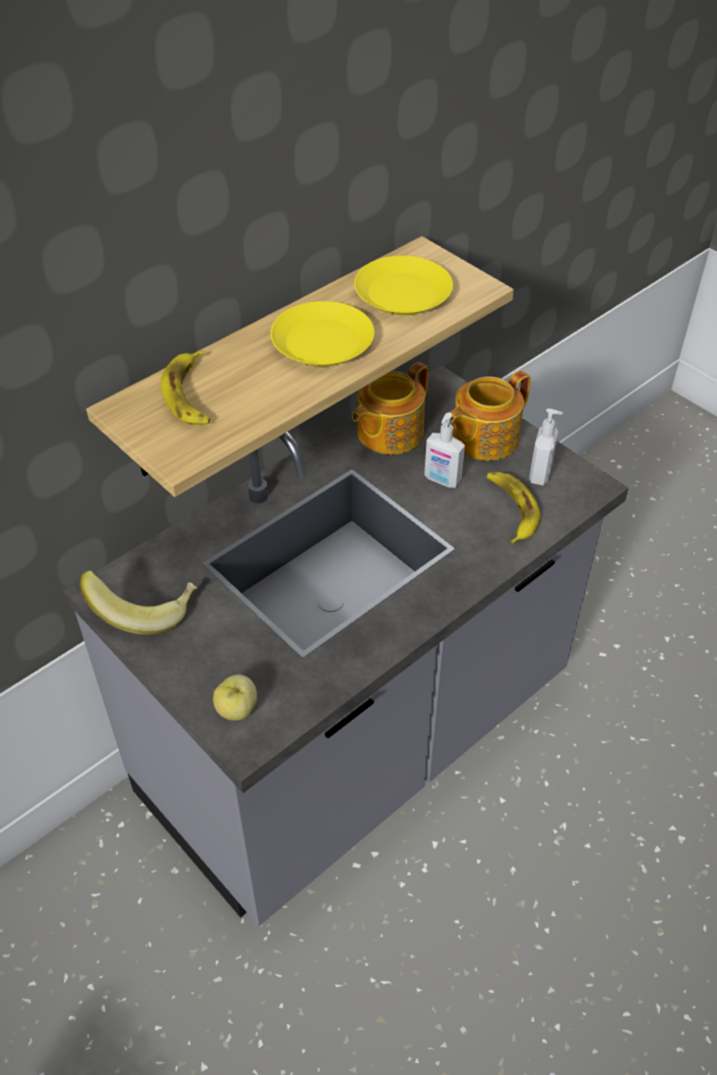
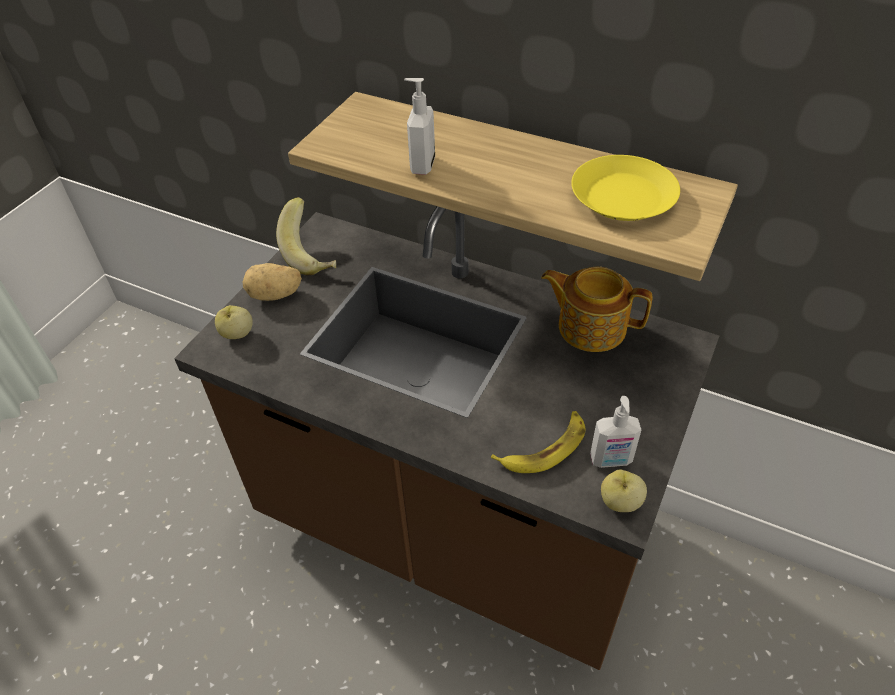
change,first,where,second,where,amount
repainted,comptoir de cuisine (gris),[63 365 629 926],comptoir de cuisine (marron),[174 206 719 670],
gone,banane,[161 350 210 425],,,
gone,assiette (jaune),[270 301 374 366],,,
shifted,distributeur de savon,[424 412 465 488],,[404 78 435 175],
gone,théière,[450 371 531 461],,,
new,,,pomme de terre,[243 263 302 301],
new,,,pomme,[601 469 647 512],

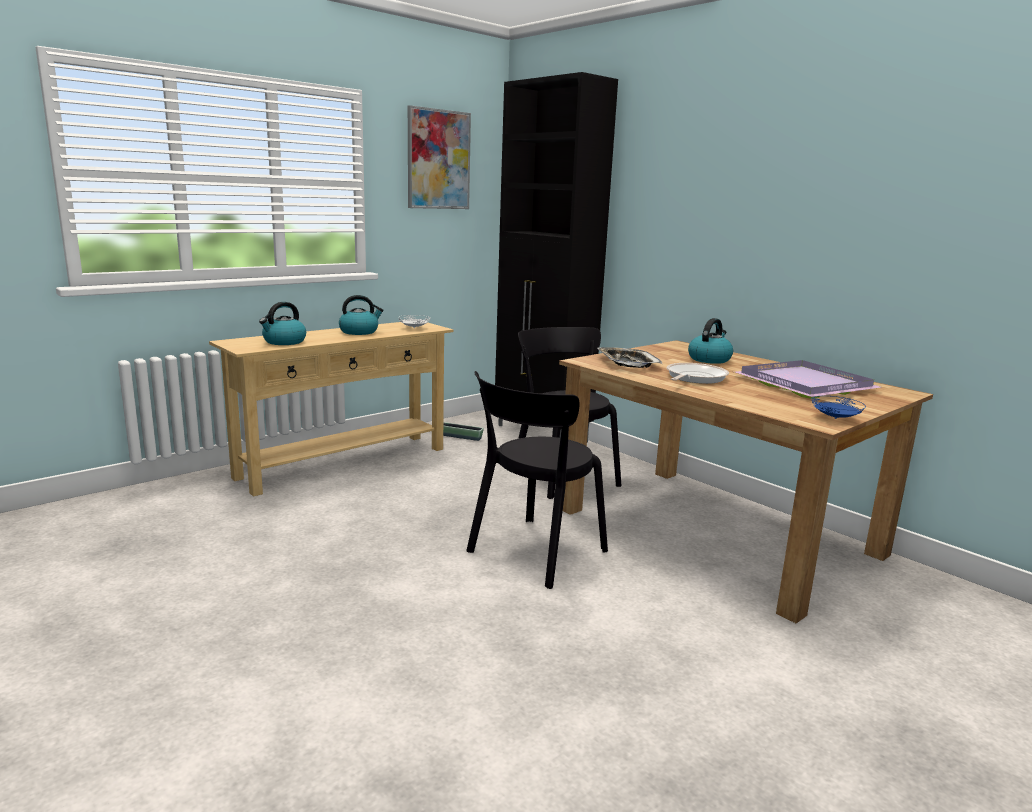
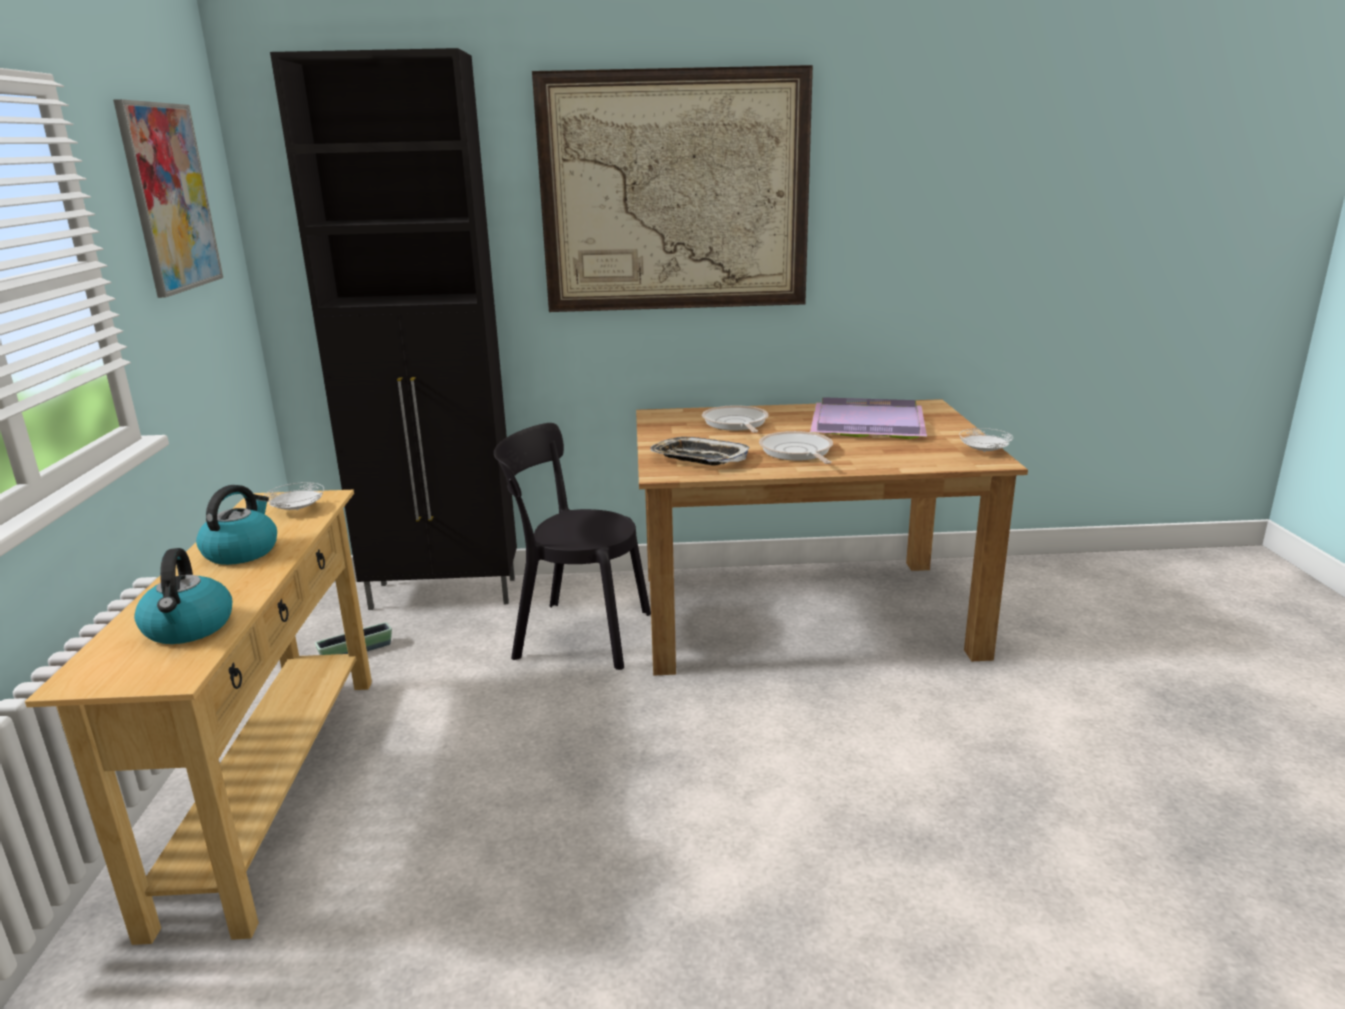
change,first,where,second,where,amount
gone,chaise (noir),[466 371 608 589],,,
swapped,bouilloire,[688 318 733 364],poêle,[702 405 768 433],
repainted,assiette (bleu),[811 396 866 419],assiette (blanc),[959 428 1013 452],
new,,,tableau,[532 65 813 312],

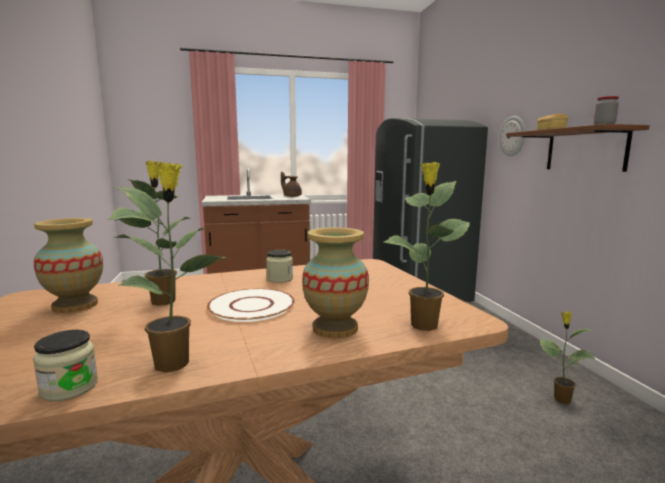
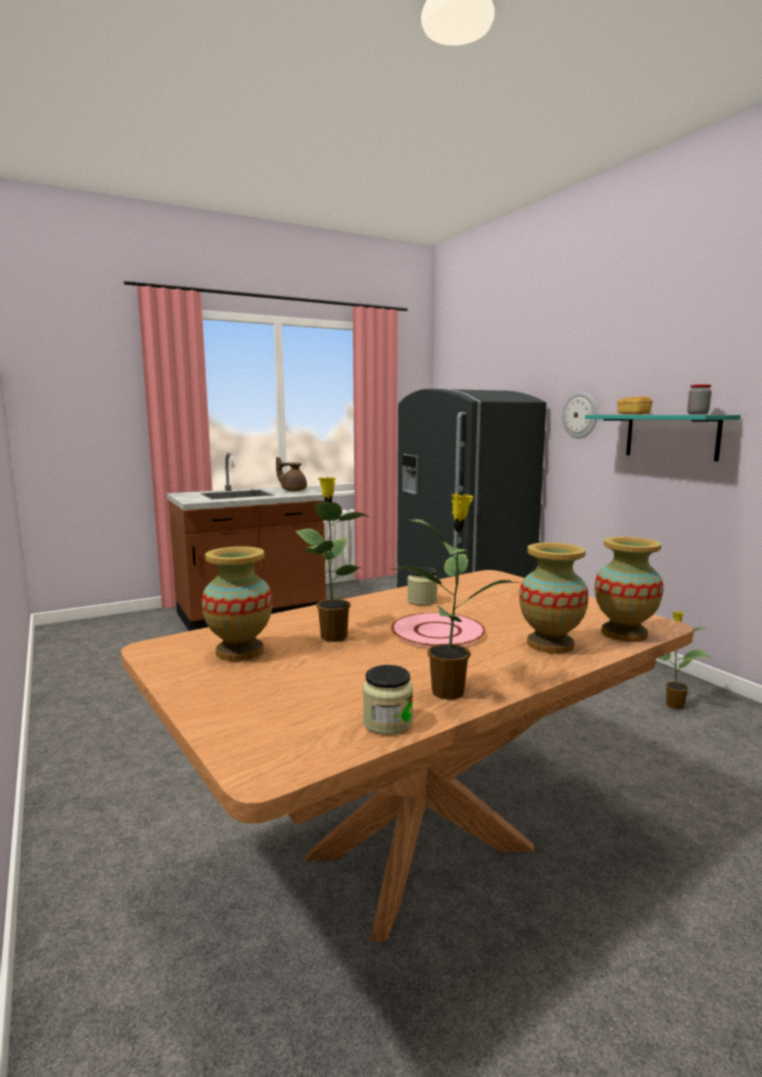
change,first,where,second,where,amount
repainted,assiette (blanc),[207 288 295 322],assiette (rose),[391 612 485 648],
swapped,plante en pot,[383 162 470 331],vase,[595 537 663 642],
repainted,étagère (marron),[506 124 650 172],étagère (turquoise),[585 415 741 462],

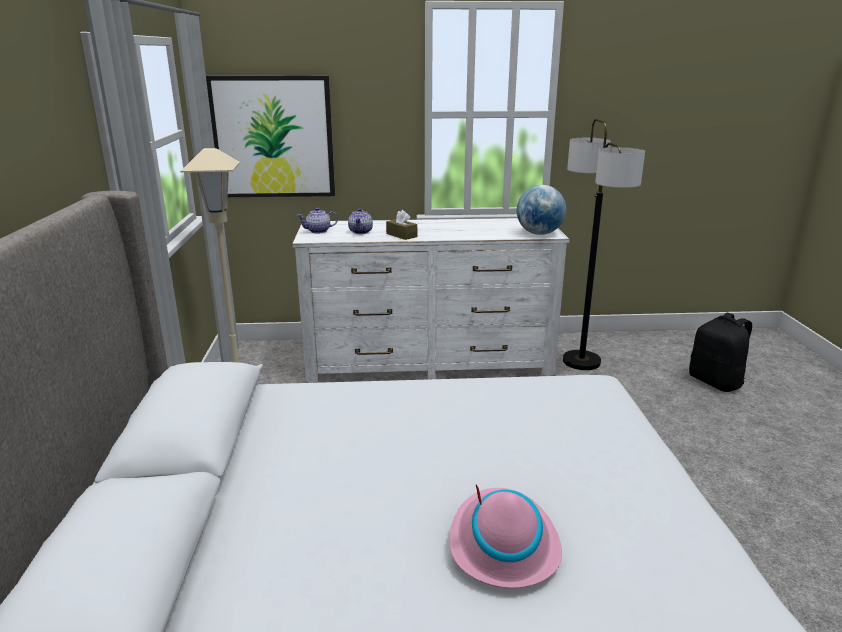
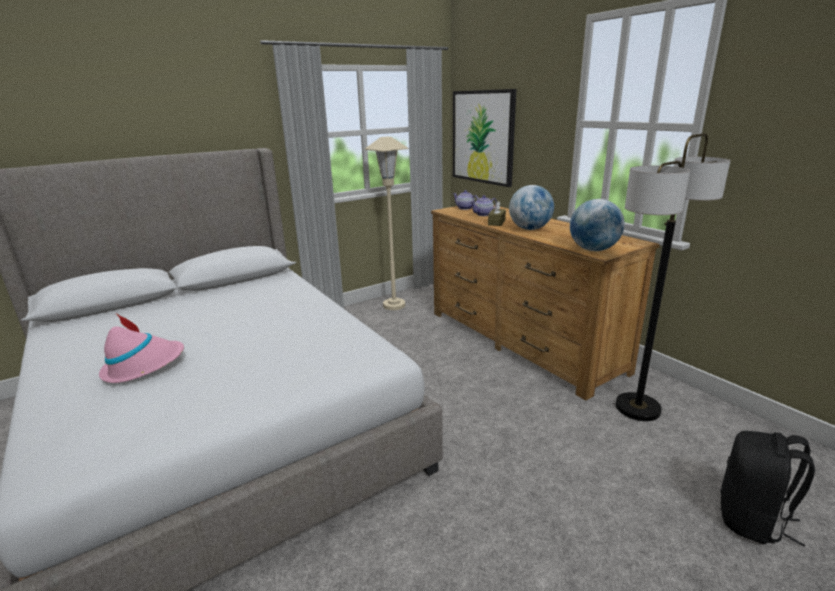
change,first,where,second,where,amount
repainted,commode (blanc),[292 218 570 383],commode (marron),[431 205 660 401],
new,,,globe,[509 185 554 230],

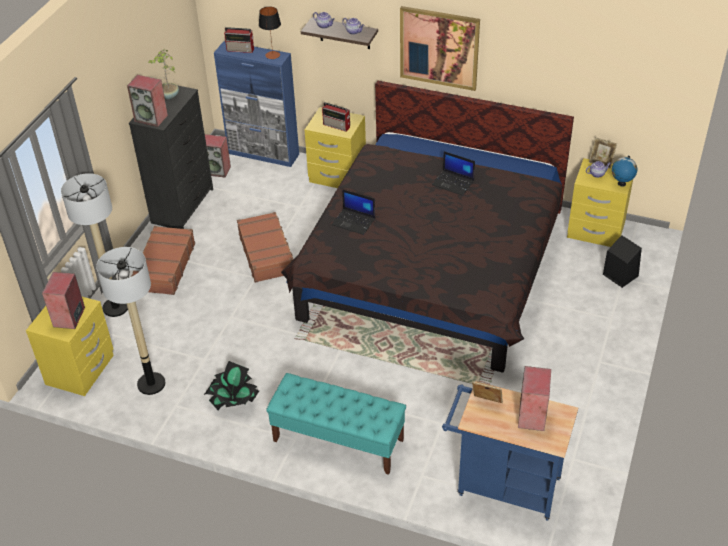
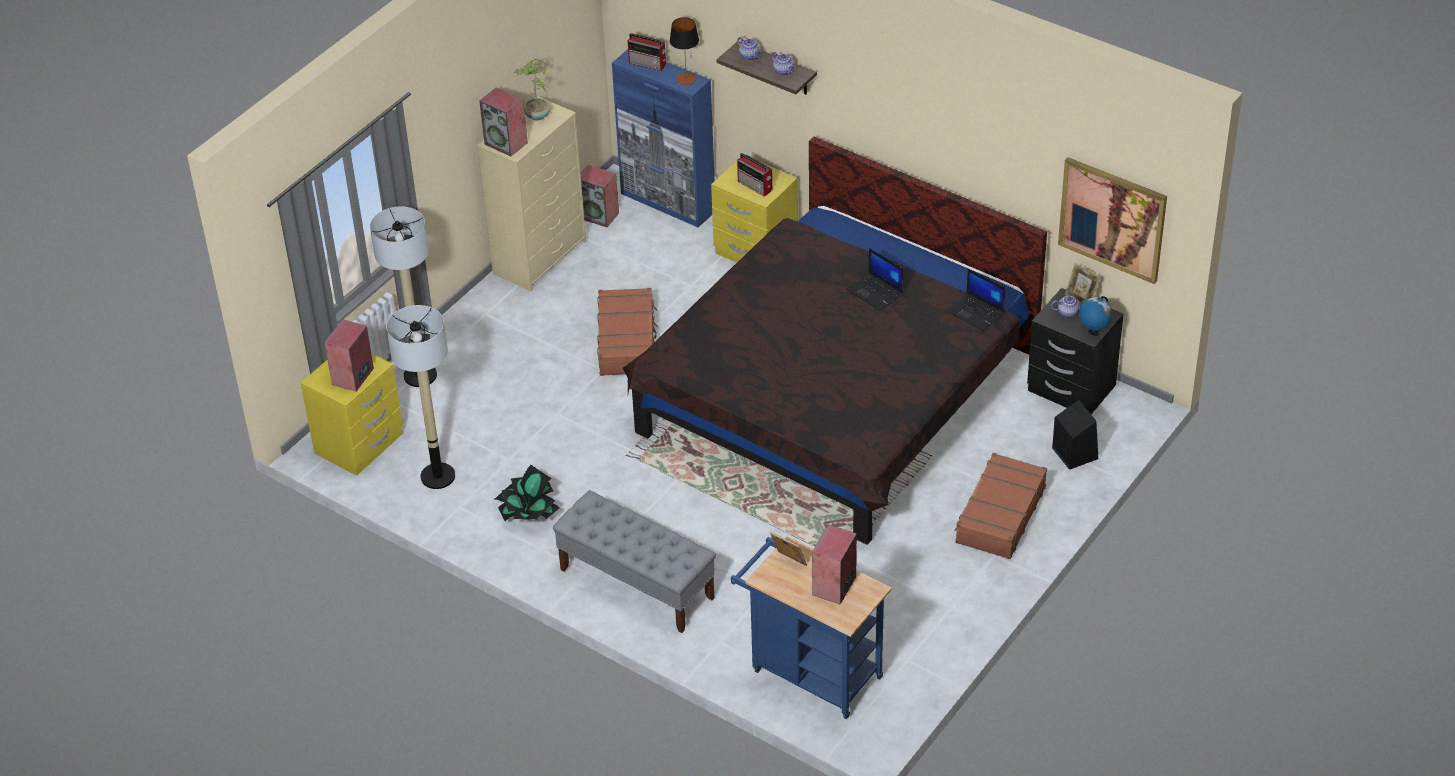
change,first,where,second,where,amount
repainted,commode (noir),[129 83 213 229],commode (beige),[477 96 586 291],
shifted,valise (marron),[131 226 195 295],,[954 453 1047 559],
repainted,banc (turquoise),[266 373 406 475],banc (gris),[553 490 716 633],
shifted,ordinateur portable,[332 189 375 235],,[946 269 1006 331],
shifted,tableau,[400 6 480 91],,[1058 157 1167 284],
repainted,table de chevet (jaune),[567 158 633 247],table de chevet (noir),[1027 288 1124 414],

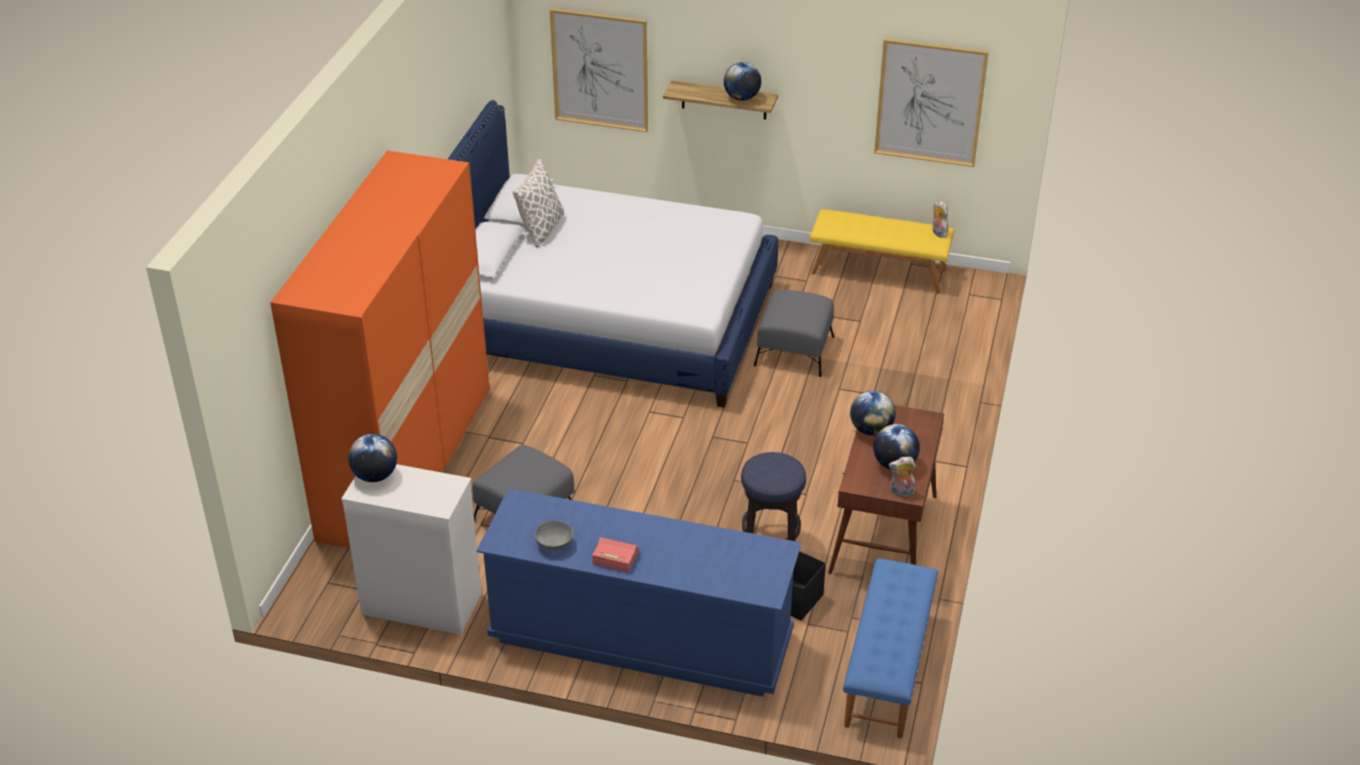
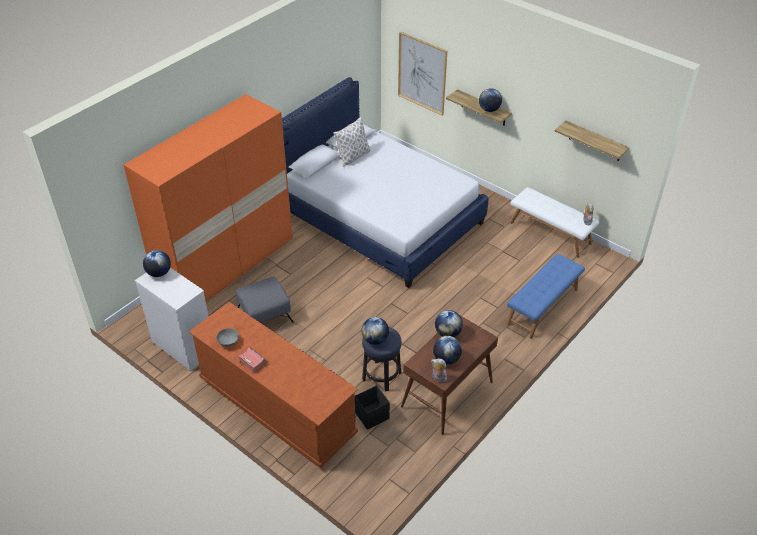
change,first,where,second,where,amount
repainted,commode (bleu),[477 488 802 697],commode (marron),[189 302 358 468],
gone,pouf (gris),[754 290 834 377],,,
repainted,banc (jaune),[810 209 954 294],banc (blanc),[510 187 599 258],
shifted,banc (bleu),[843 558 938 739],,[507 254 585 339],
swapped,tableau,[874 39 989 167],étagère,[555 121 629 161],
new,,,globe,[361 317 389 345],

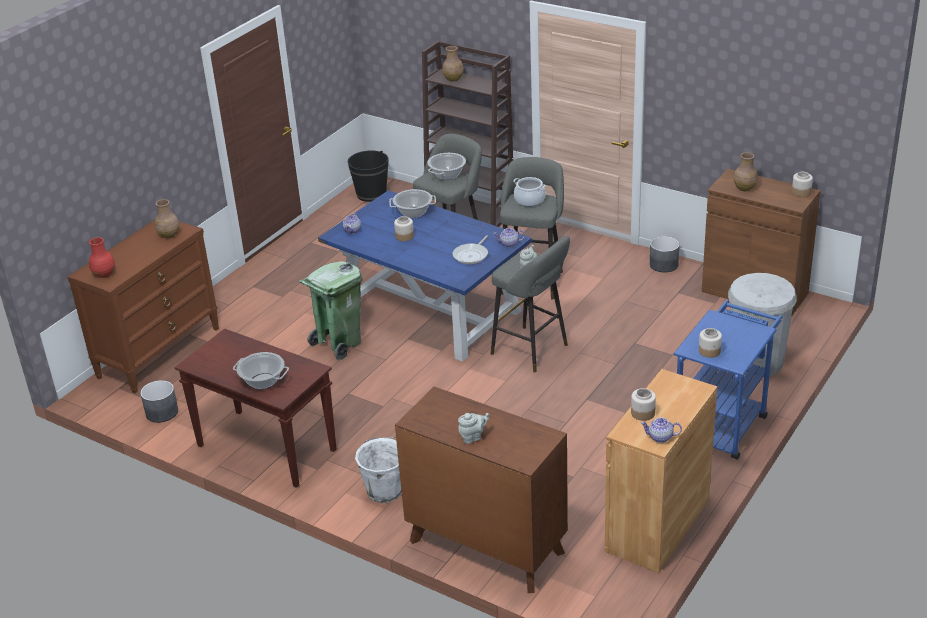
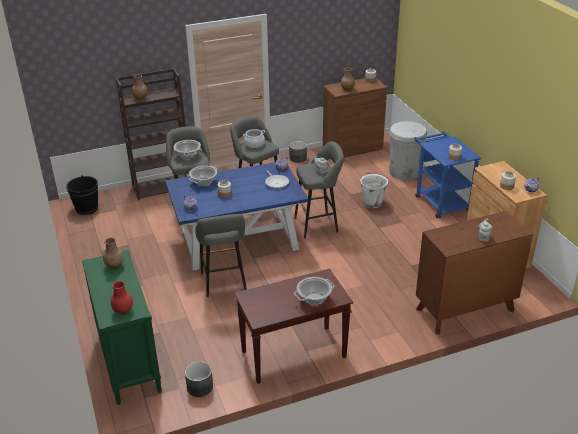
change,first,where,second,where,amount
repainted,commode (marron),[67 220 219 393],commode (vert),[82 250 162 405],
swapped,poubelle (vert),[299 261 363 361],tabouret (gris),[195 214 247 297],
shifted,seau (blanc),[355 436 402 503],,[359 172 388 208],

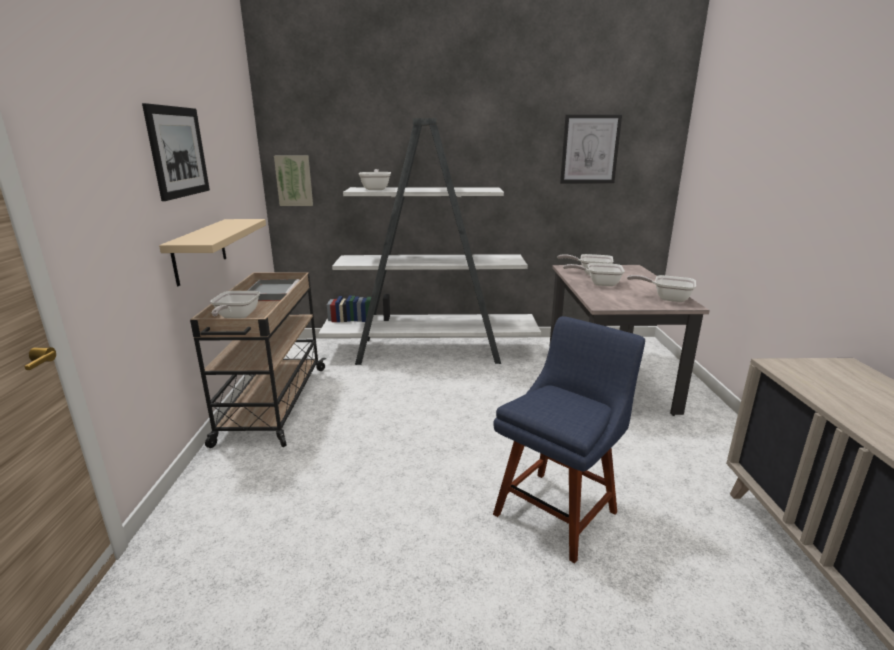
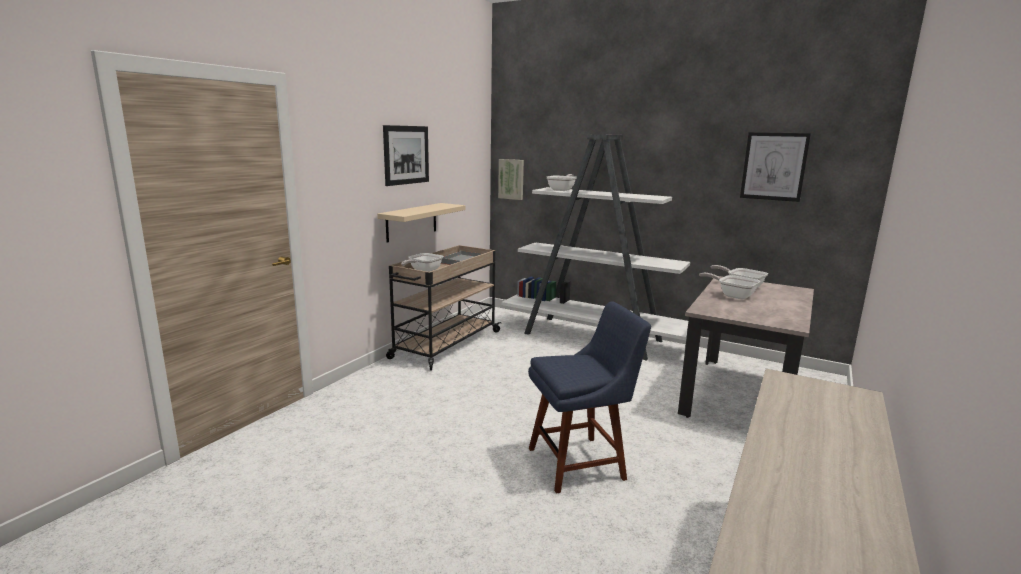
change,first,where,second,where,amount
gone,poêle,[627 275 696 302],,,

